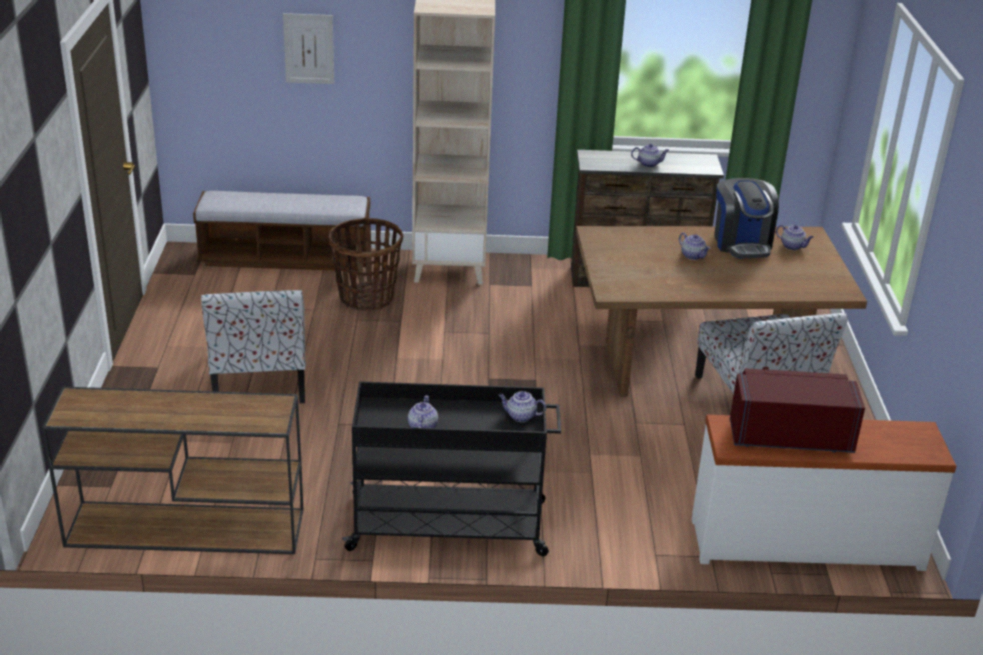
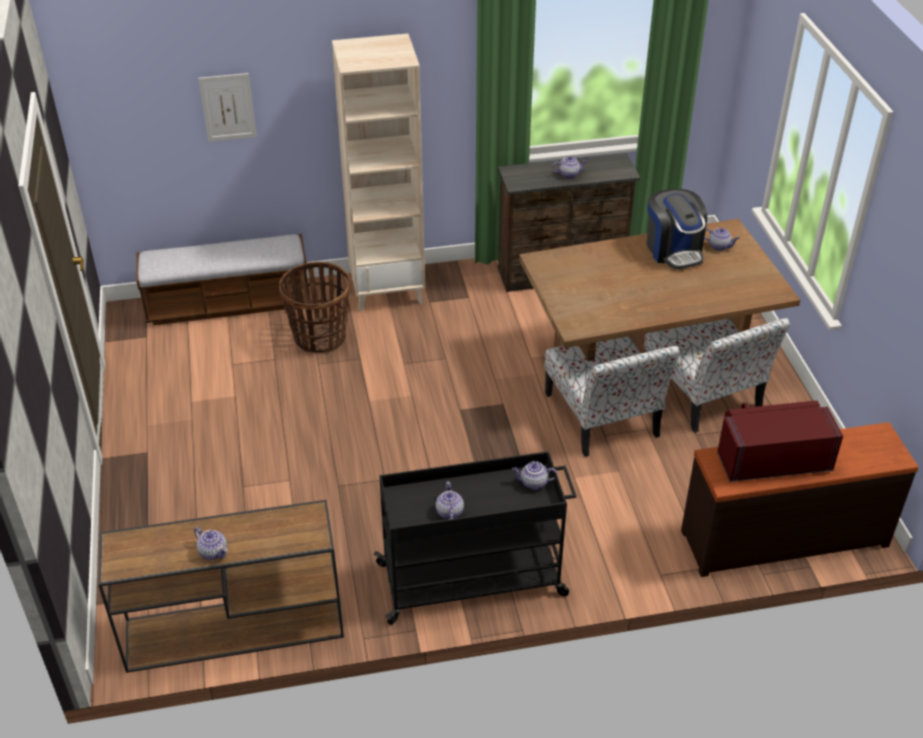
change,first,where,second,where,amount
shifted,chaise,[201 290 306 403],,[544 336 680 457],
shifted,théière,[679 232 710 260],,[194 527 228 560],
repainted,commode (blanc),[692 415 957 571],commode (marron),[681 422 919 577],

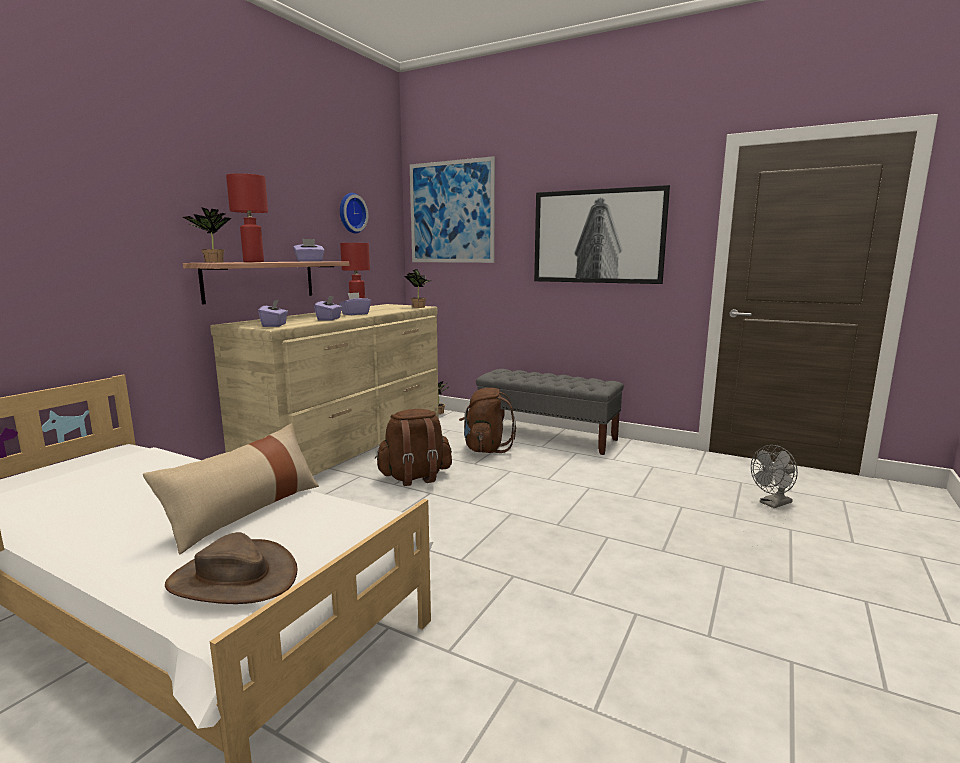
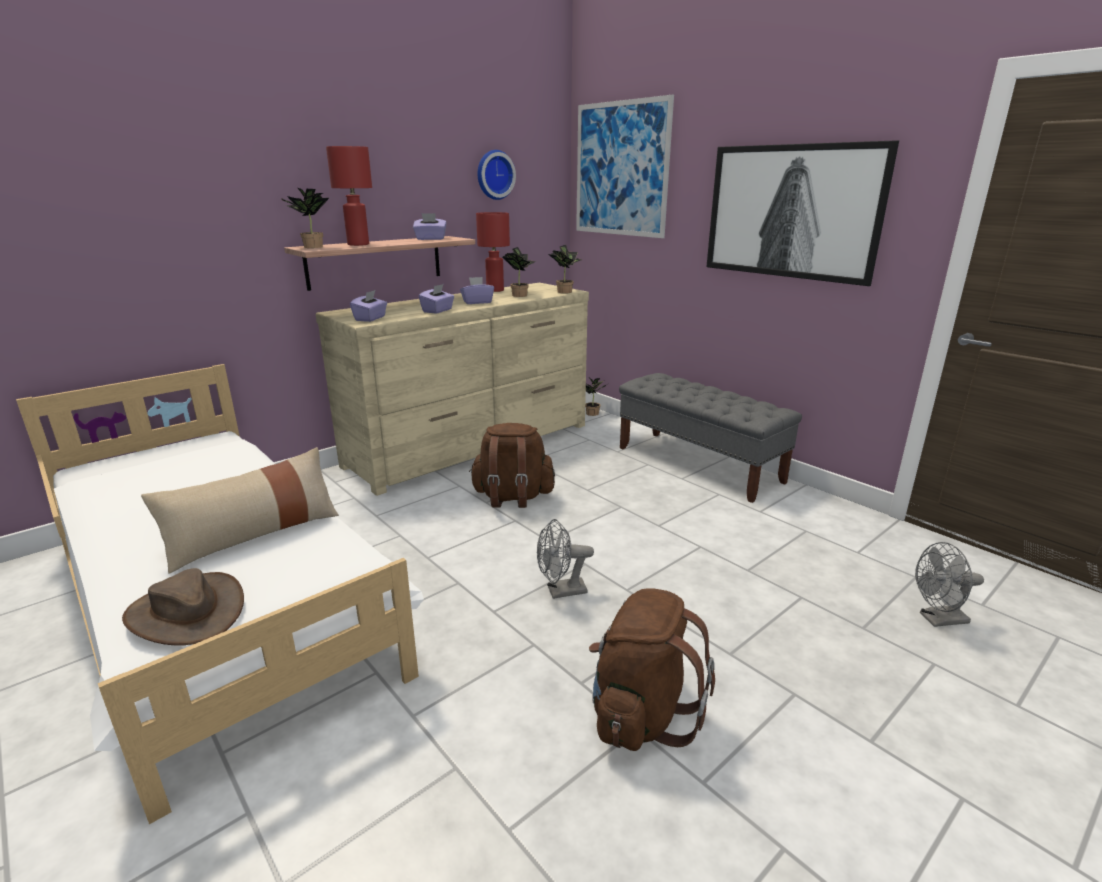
change,first,where,second,where,amount
shifted,sac à dos (marron),[459 387 516 453],,[589 588 715 751],
new,,,plante en pot,[503 247 536 297],
new,,,ventilateur (gris),[537 519 594 599],

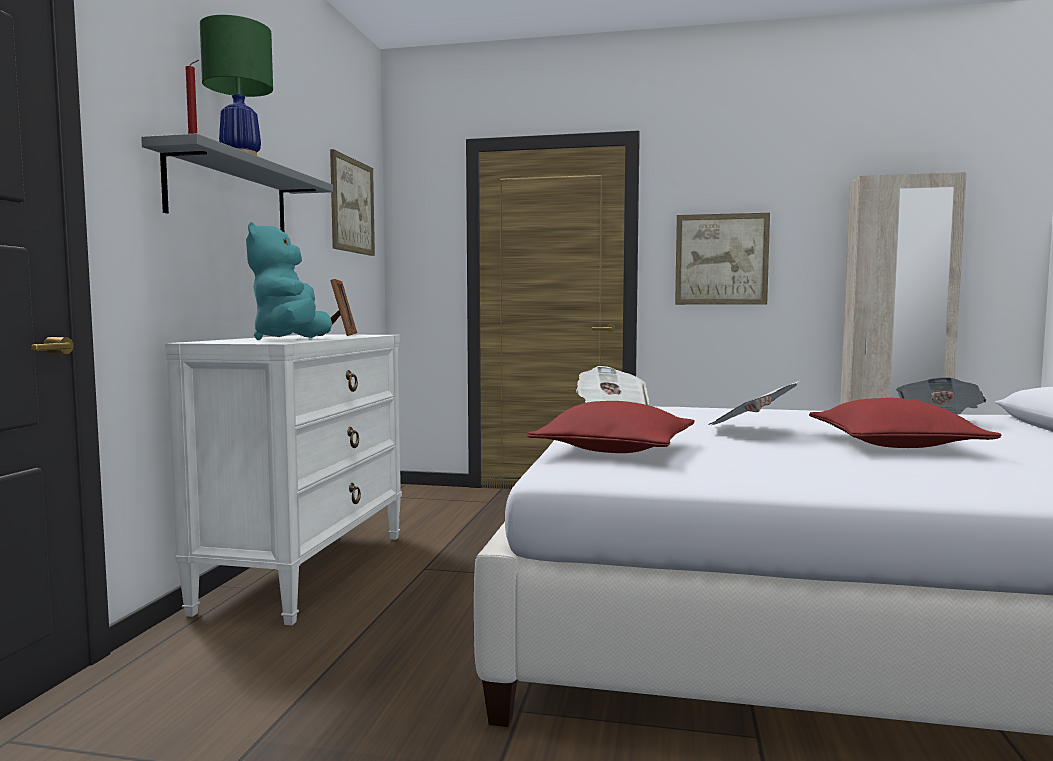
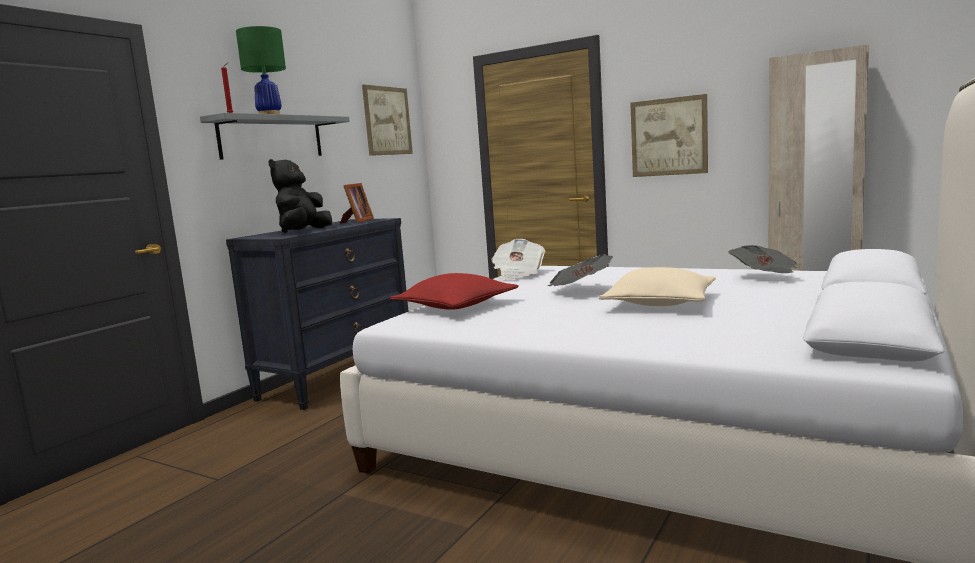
change,first,where,second,where,amount
repainted,commode (blanc),[165 334 402 626],commode (noir),[226 218 409 410],
repainted,peluche (turquoise),[246 222 332 340],peluche (noir),[268 159 332 233],
repainted,coussin (rouge),[809 398 1002 448],coussin (beige),[599 267 716 306],

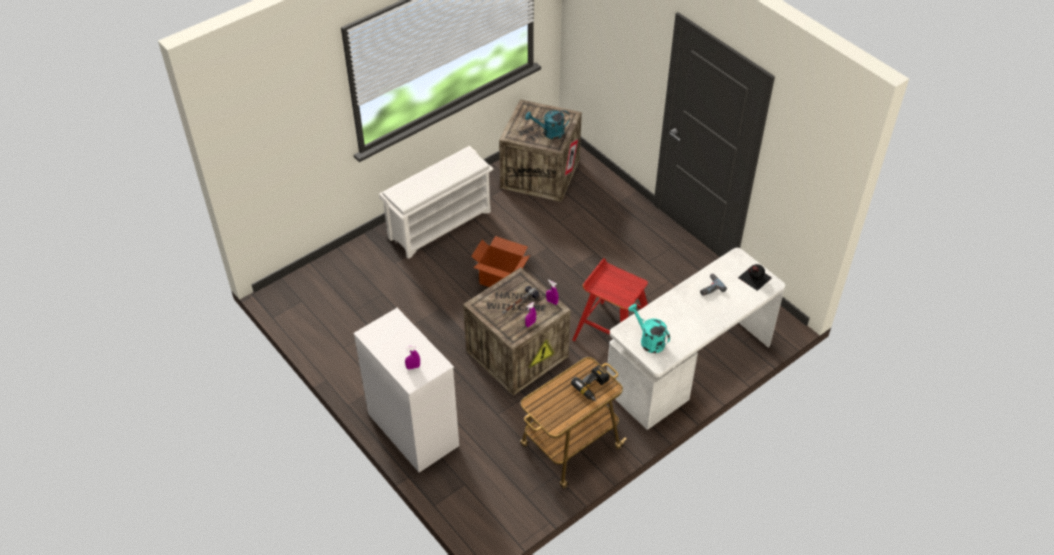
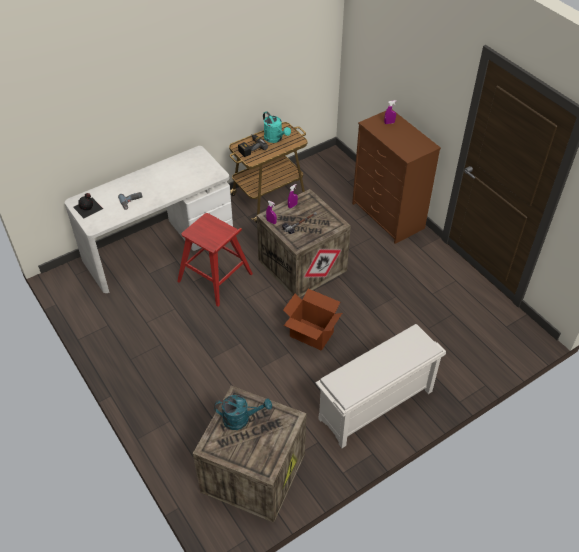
change,first,where,second,where,amount
repainted,commode (blanc),[353 308 459 472],commode (marron),[352 110 441 244],
shifted,arrosoir (turquoise),[628 304 670 353],,[263 112 291 143],

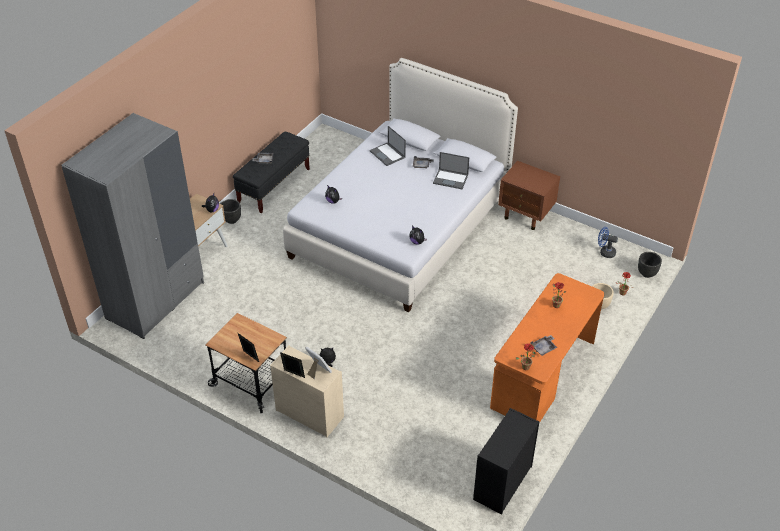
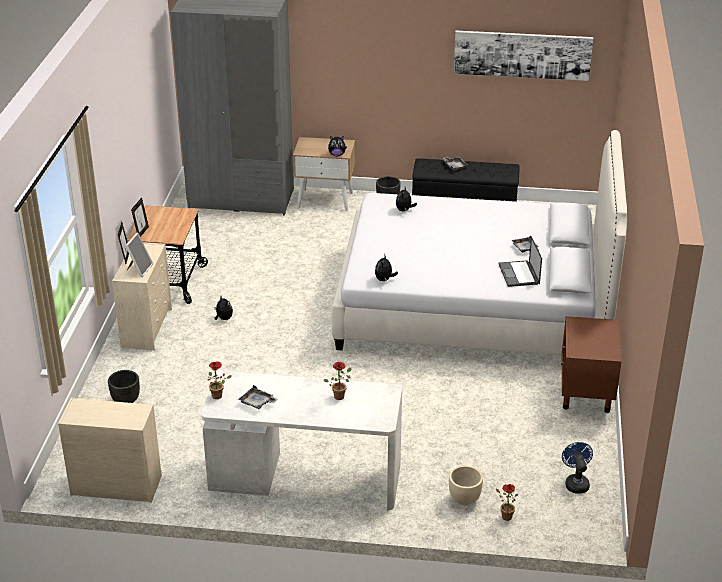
change,first,where,second,where,amount
gone,ordinateur portable,[370 126 406 166],,,
repainted,commode (noir),[473 408 539 515],commode (beige),[58 398 162 503],
repainted,bureau (orange),[490 273 604 423],bureau (blanc),[201 371 402 510],
shifted,cache-pot (noir),[638 252 662 278],,[108 370 140 403],
new,,,tableau,[454 31 593 81],

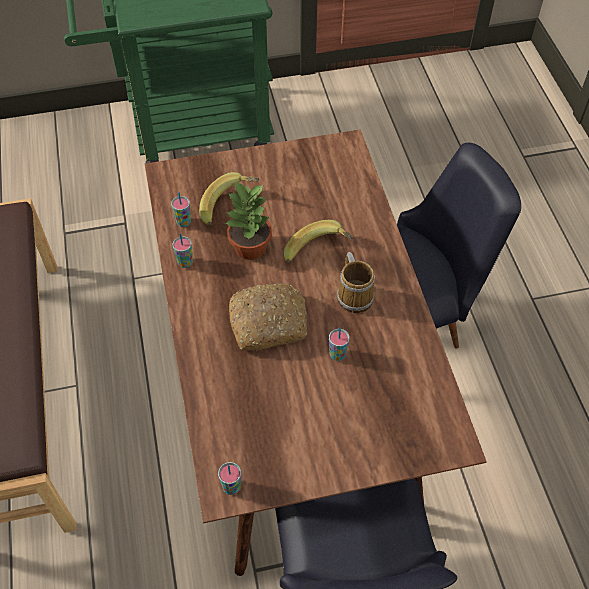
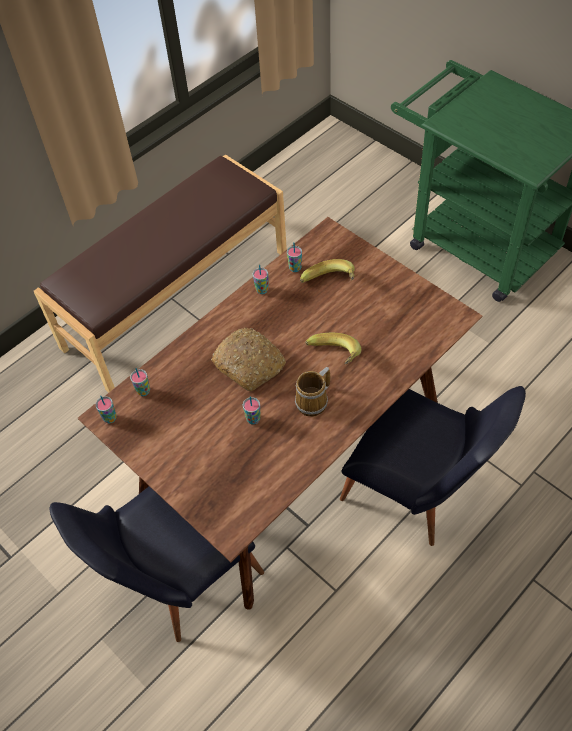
change,first,where,second,where,amount
gone,plante en pot,[224 181 272 260],,,
new,,,tasse,[130 368 150 396],

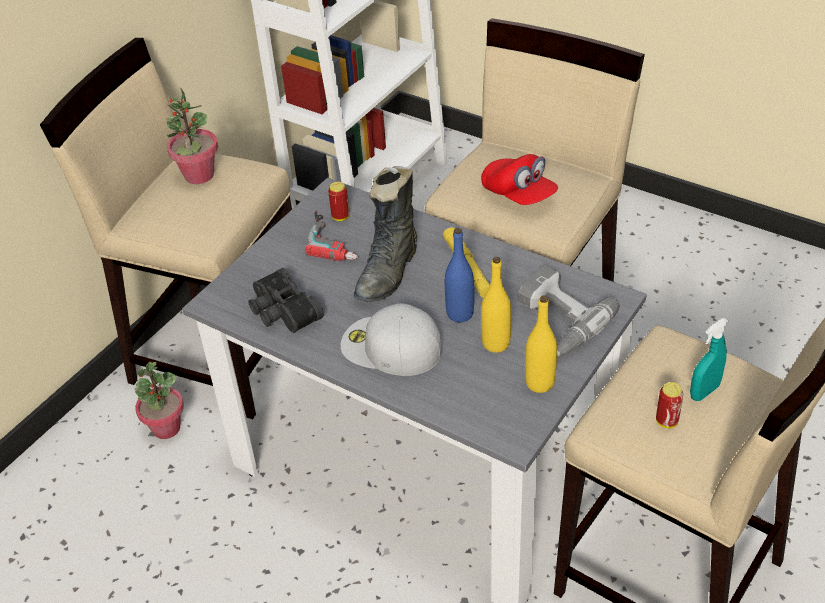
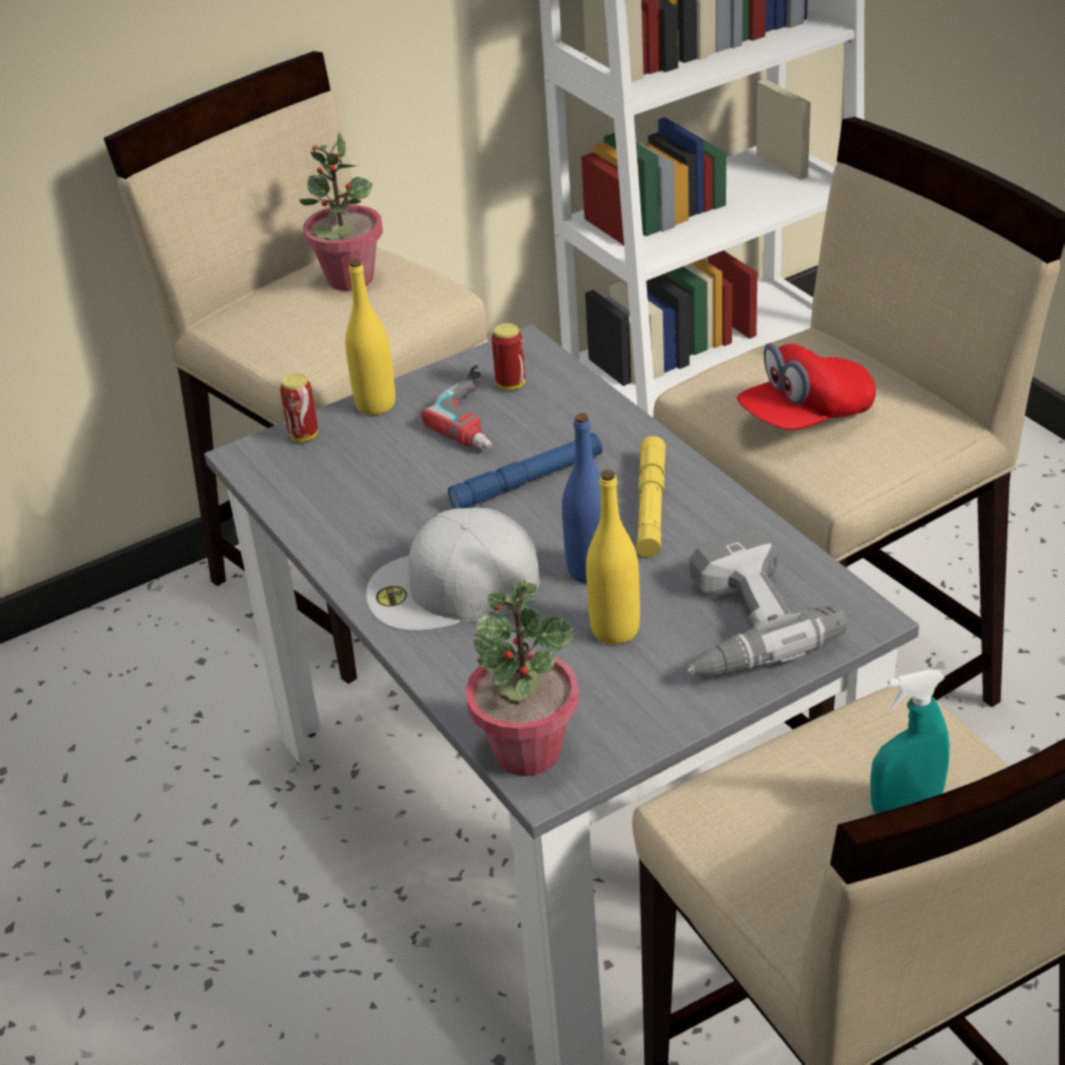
change,first,where,second,where,amount
shifted,plante en pot,[134 362 184 439],,[466 580 579 776],
gone,jumelles (noir),[248 268 324 333],,,
rotated,casquette (blanc),[340 303 443 376],,[366 508 540 631],60 degrees counterclockwise
swapped,botte (noir),[354 166 417 302],lampe de poche (bleu),[448 433 602 508],
rotated,casquette (rouge),[481 154 558 205],,[737 343 876 430],75 degrees clockwise
shifted,bouteille (jaune),[525 296 557 393],,[345 259 395 415],
shifted,boîte métallique,[656 382 683 428],,[280 373 318 442],

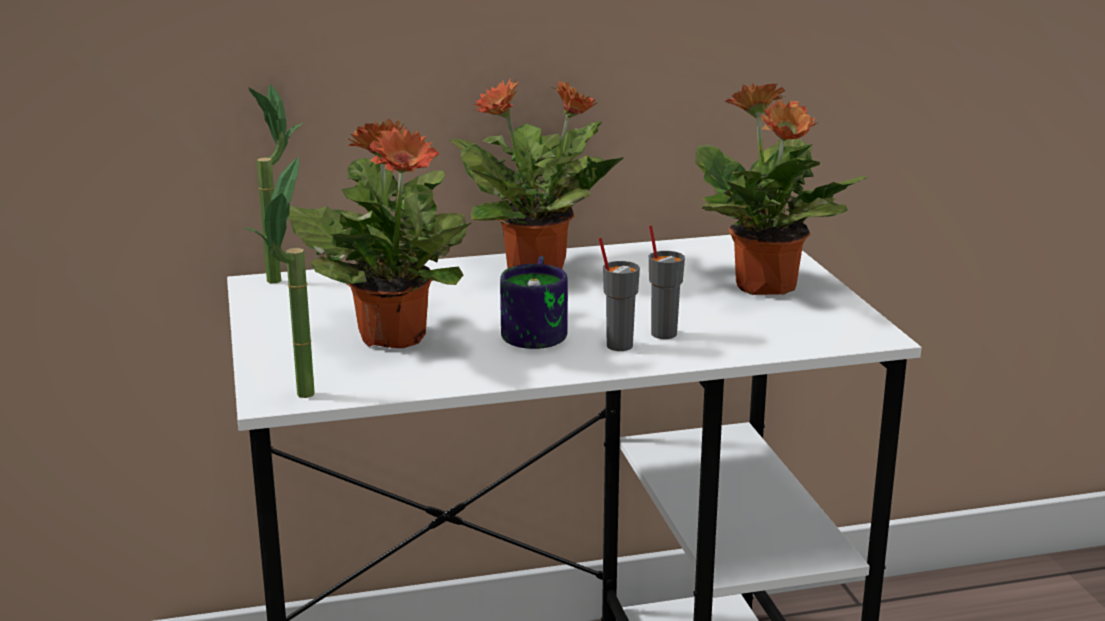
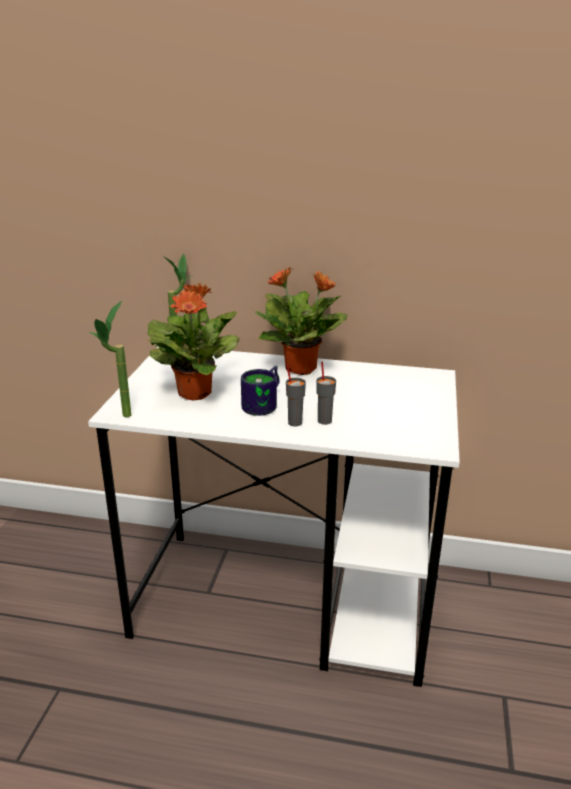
change,first,where,second,where,amount
gone,plante en pot,[695 83 868 295],,,

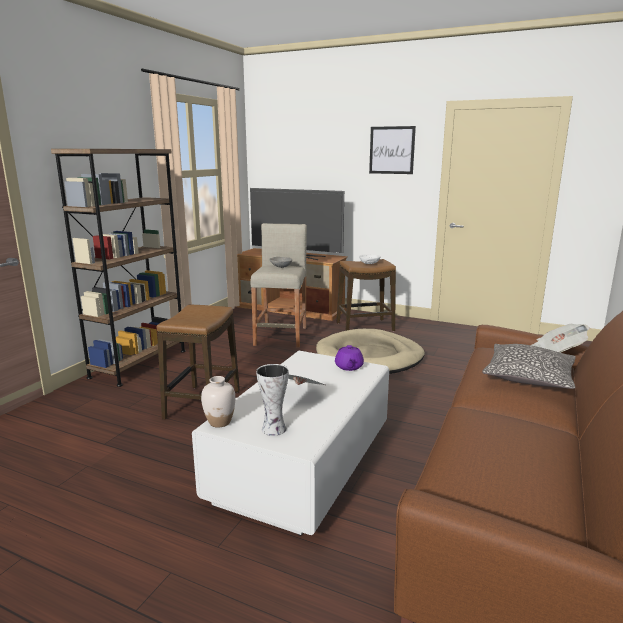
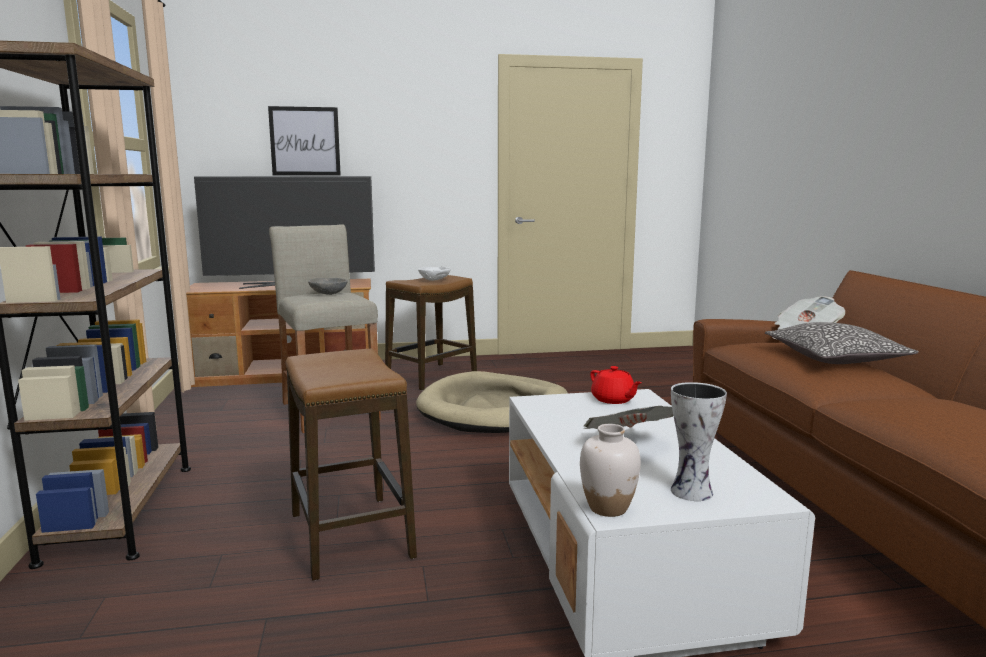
change,first,where,second,where,amount
repainted,théière (violet),[335 345 364 371],théière (rouge),[590 366 642 404],
shifted,tableau,[369 126 416 174],,[268 106 341 176],

